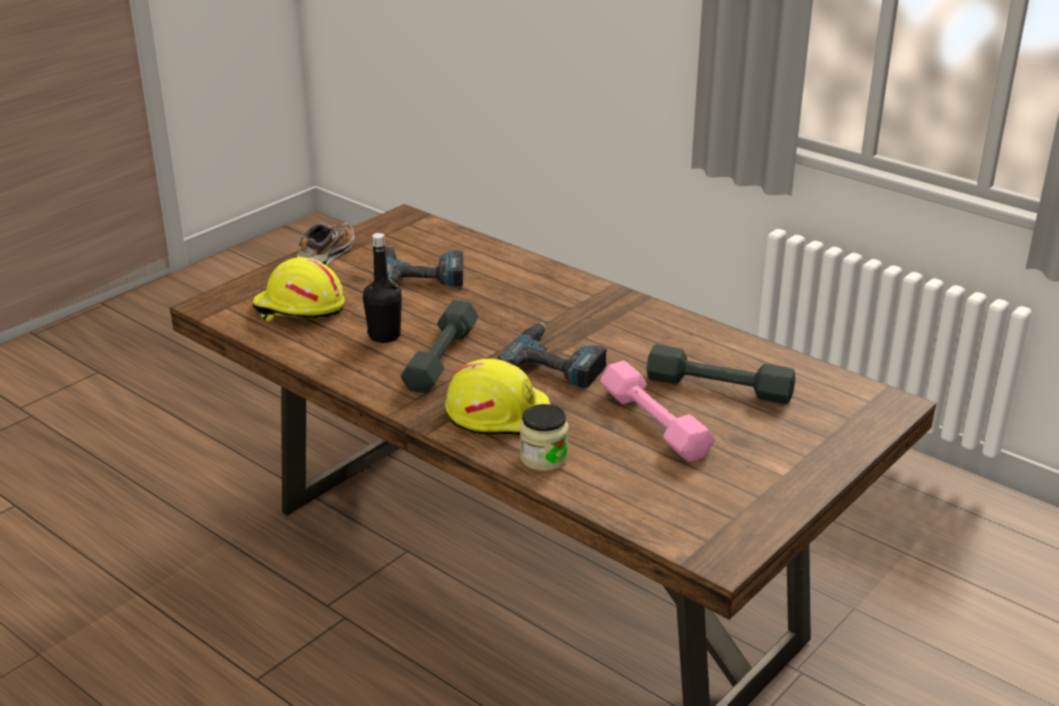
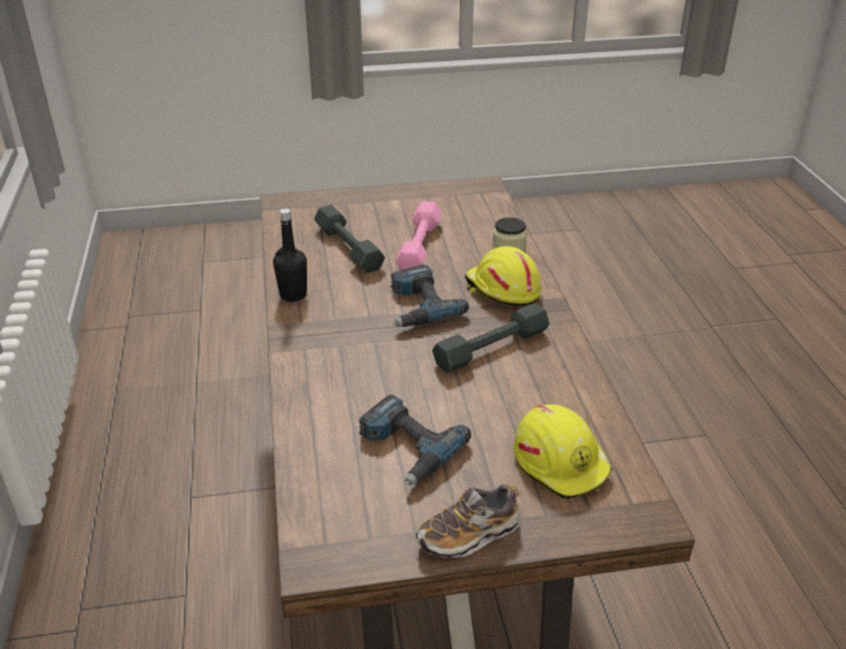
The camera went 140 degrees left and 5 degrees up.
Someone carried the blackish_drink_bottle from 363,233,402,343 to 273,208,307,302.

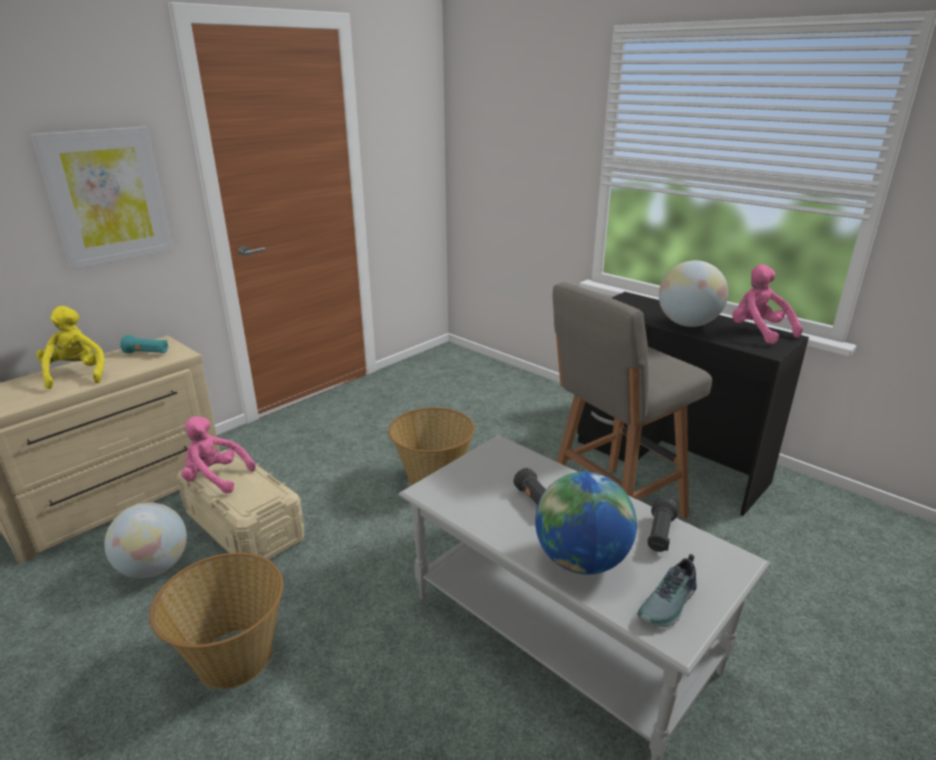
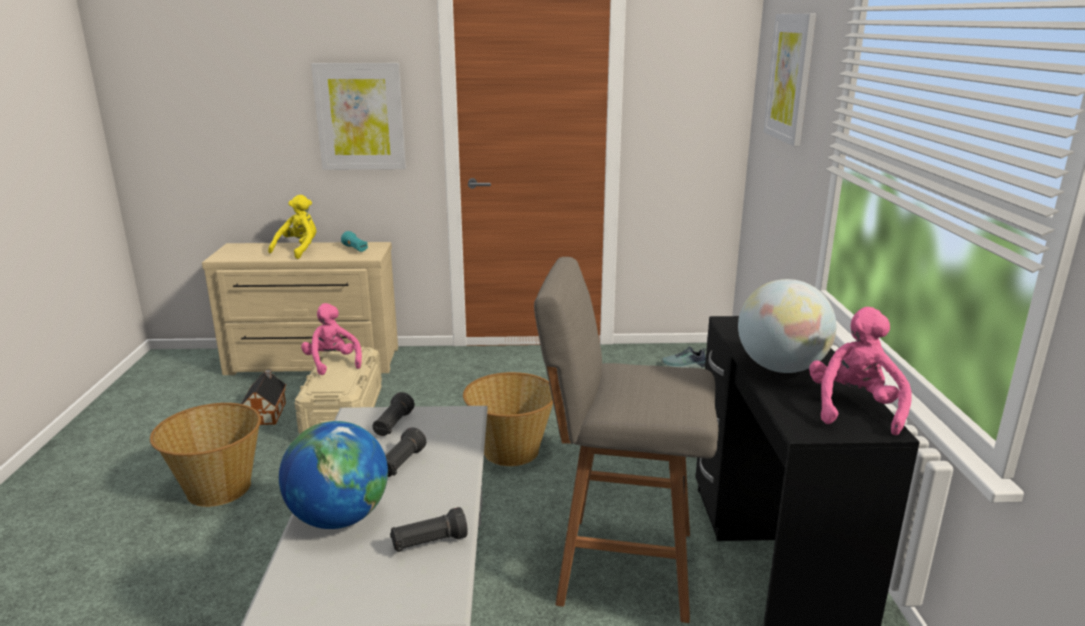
The camera went 45 degrees right and 5 degrees down.
Someone swapped the world_globe at 104,503,187,578 for the model_house at 241,370,286,425.
Someone carried the item_of_footwear from 637,554,697,627 to 662,346,706,368.
Someone put down the blackish_hand_torch at 373,392,414,436.
Someone put up the picture at 764,14,816,146.

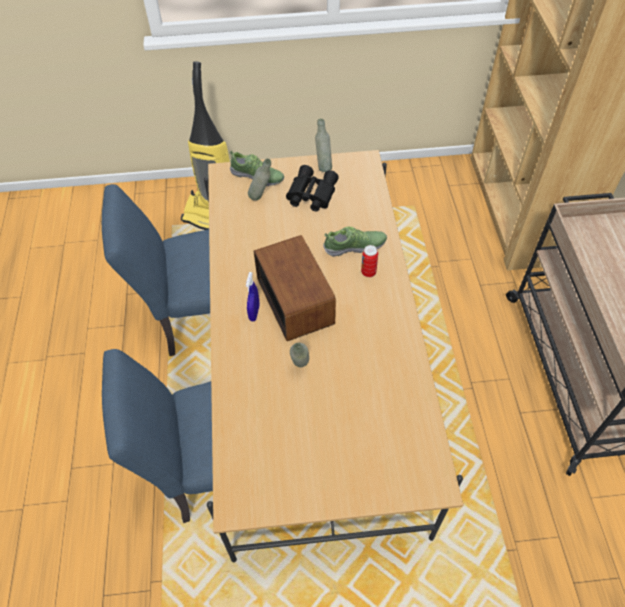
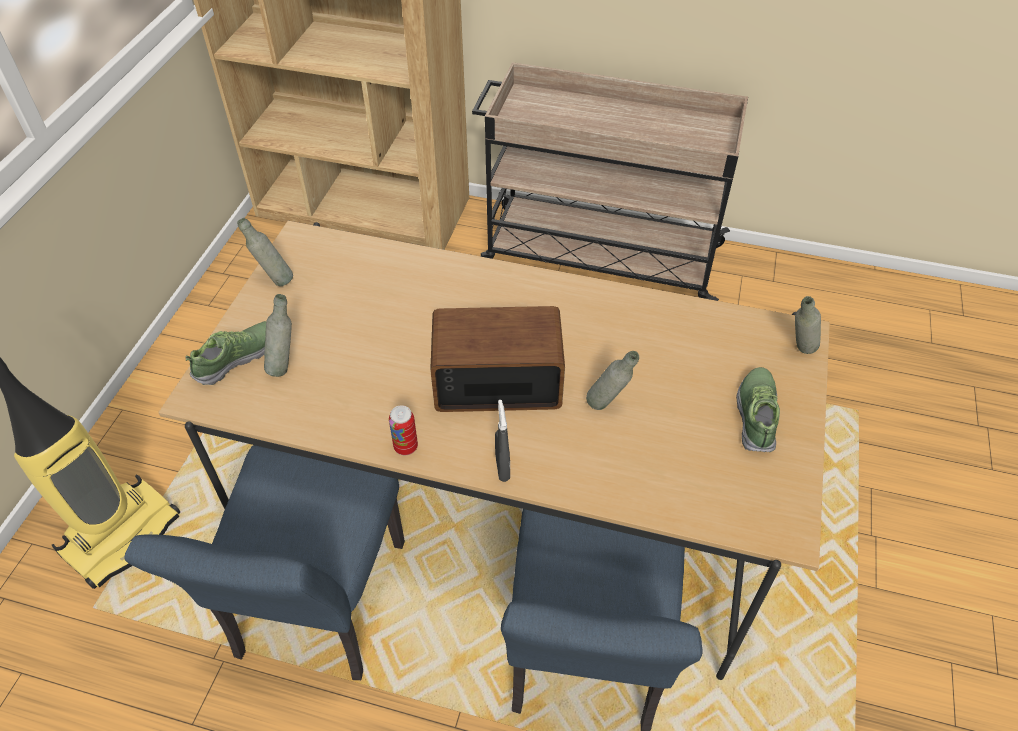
The camera went 70 degrees left and 5 degrees down.
Someone took away the blue_hand_sprayer at 246,272,260,321.
Someone took away the blackish_field_glasses at 286,165,339,211.
Someone carried the item_of_footwear from 323,227,387,257 to 736,367,780,452.
Someone carried the metal_can from 361,245,378,277 to 389,405,418,455.
Someone put down the greyish_hand_sprayer at 495,400,510,482.
Someone put down the greyish_drink_bottle at 795,296,821,354.

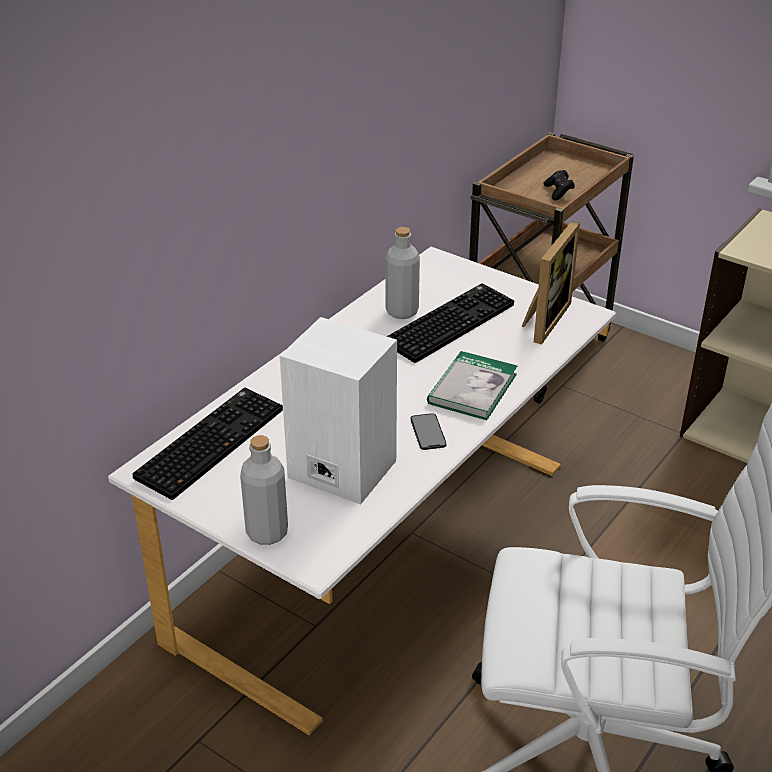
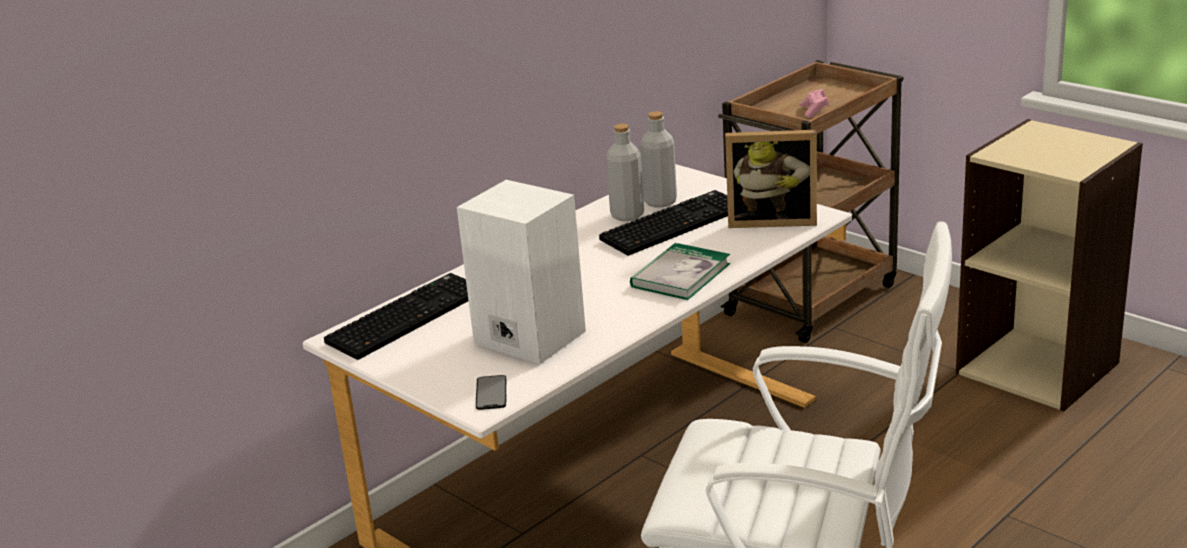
The camera went 10 degrees right and 10 degrees down.
Someone carried the greyish_drink_bottle from 240,435,288,545 to 640,111,677,207.
Someone carried the handset from 411,413,446,450 to 476,375,506,410.
Someone rotated the photo_frame at 522,221,580,344 by 60 degrees clockwise.
Someone repainted the blackish_joypad at 544,170,575,200, which became the pinkish_joypad at 800,89,830,118.

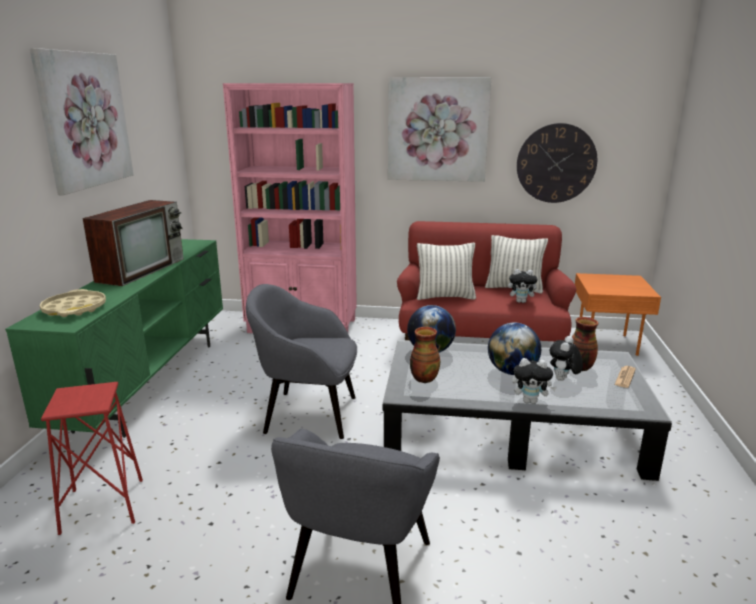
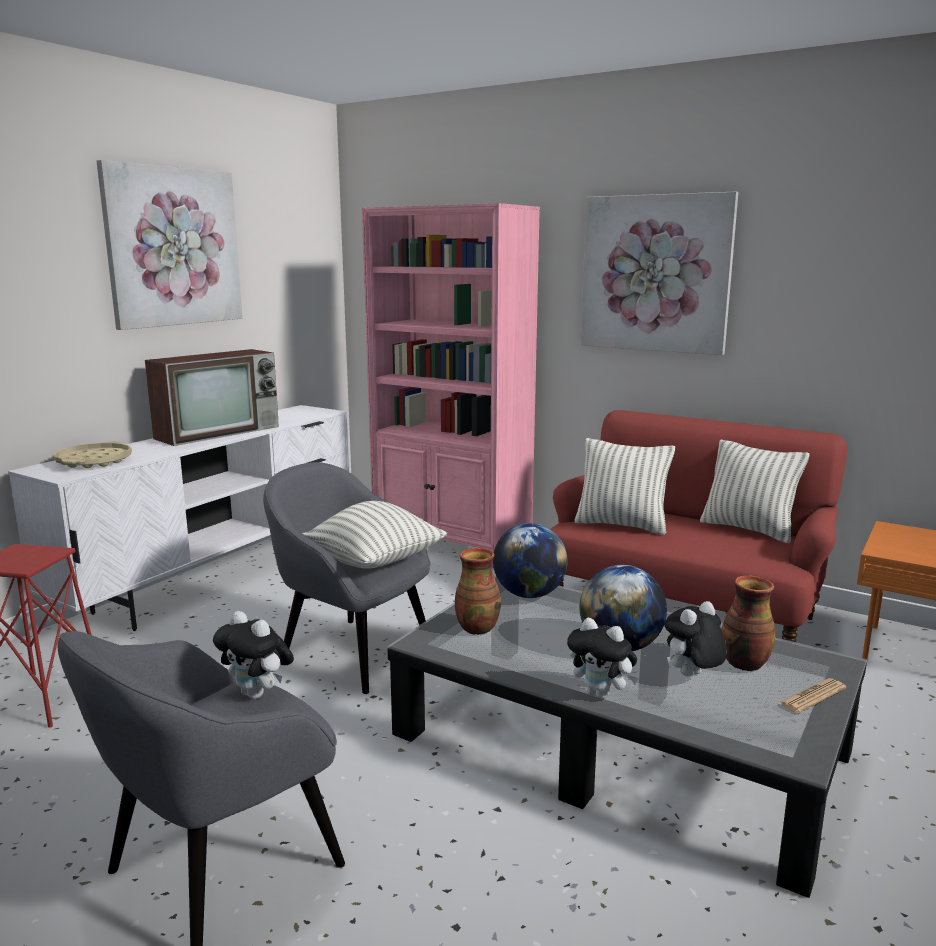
The camera went 25 degrees right and 5 degrees down.
Someone repainted the green_tv_stand at 5,239,223,438, which became the white_tv_stand at 8,405,349,631.
Someone carried the plush_toy from 508,269,540,303 to 213,611,294,699.
Someone took away the hanging_clock at 517,123,597,203.
Someone put down the pillow at 302,501,447,569.

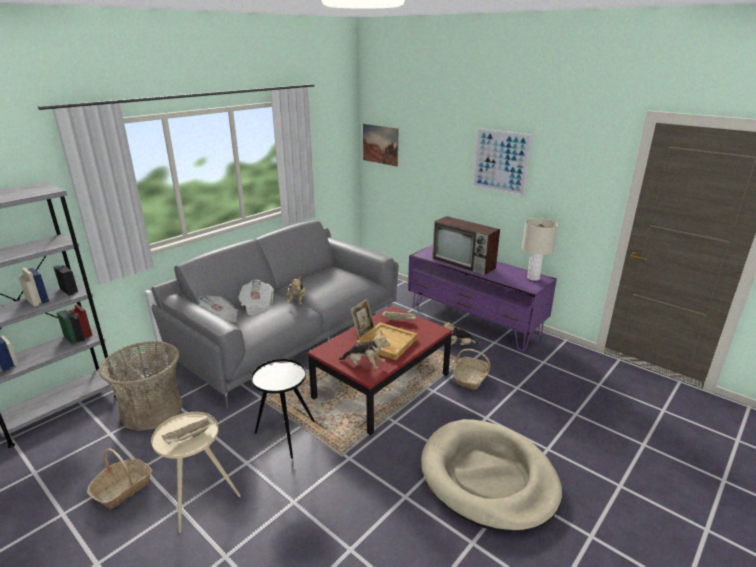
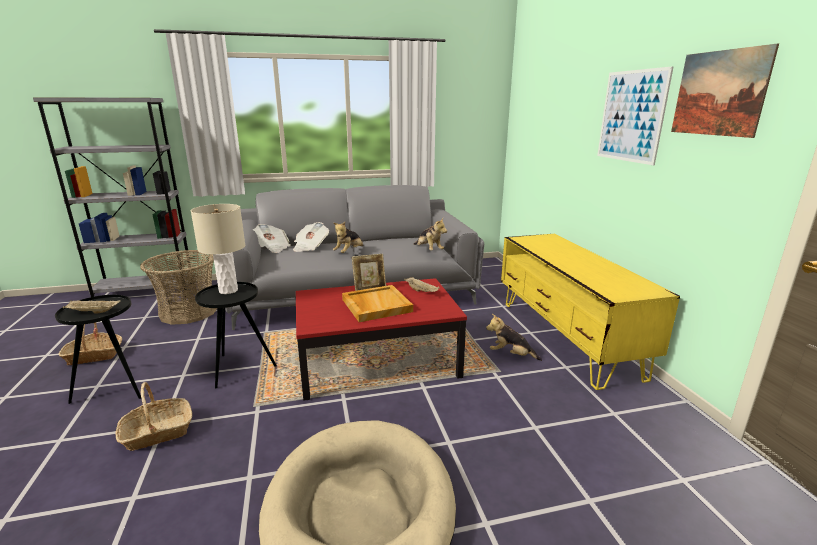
The camera went 35 degrees right and 5 degrees down.
Someone repainted the beige_accent_table at 151,412,241,533, which became the blackish_accent_table at 55,295,141,404.
Someone carried the plush_toy from 338,330,390,369 to 414,219,447,250.
Someone carried the picture from 363,124,399,167 to 671,44,779,138.
Someone repainted the purple_tv_stand at 408,245,557,351, which became the yellow-coloured_tv_stand at 501,234,680,390.
Someone took away the TV_set at 432,216,500,275.
Someone carried the basket from 453,349,490,389 to 115,382,192,451.
Someone carried the beige_tabletop_lamp from 522,218,558,281 to 191,204,245,294.

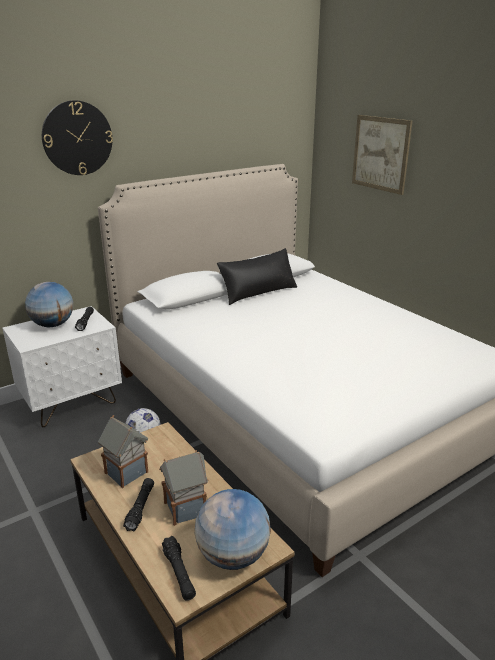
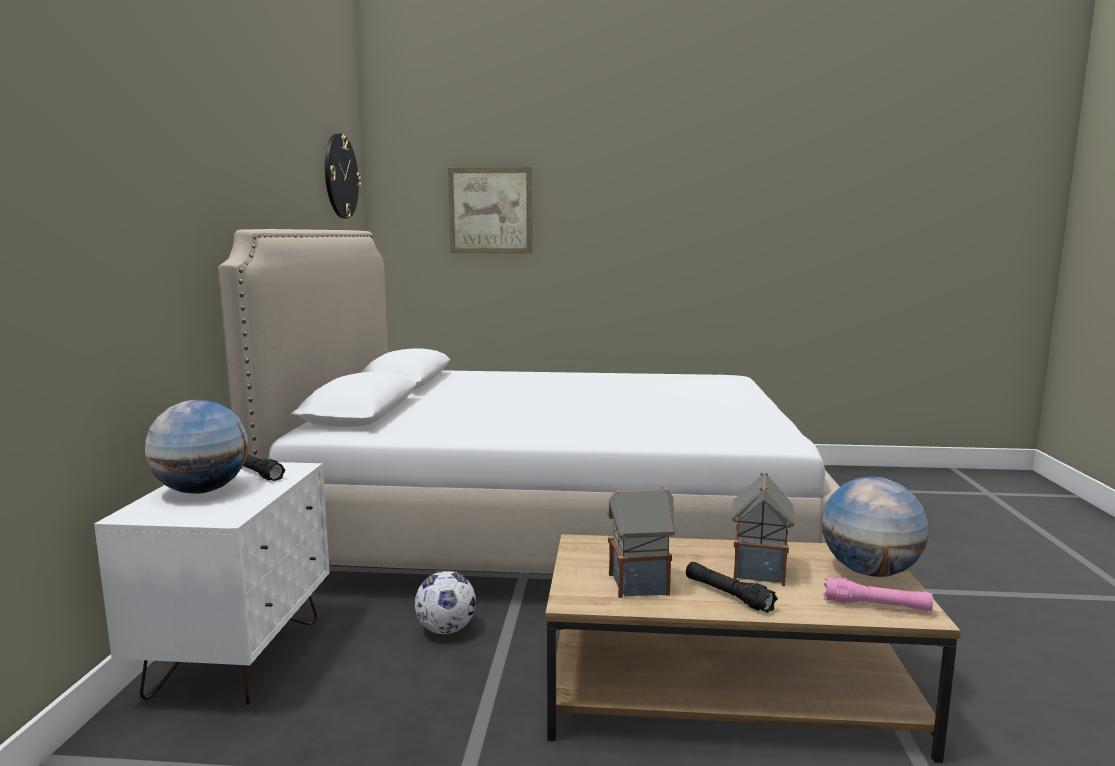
The camera went 50 degrees left and 15 degrees down.
Someone carried the hanging_clock from 42,100,113,175 to 325,133,361,219.
Someone repainted the blackish_hand_torch at 162,536,196,601, which became the pinkish_hand_torch at 824,578,933,612.
Someone took away the blackish_pillow at 217,248,297,305.

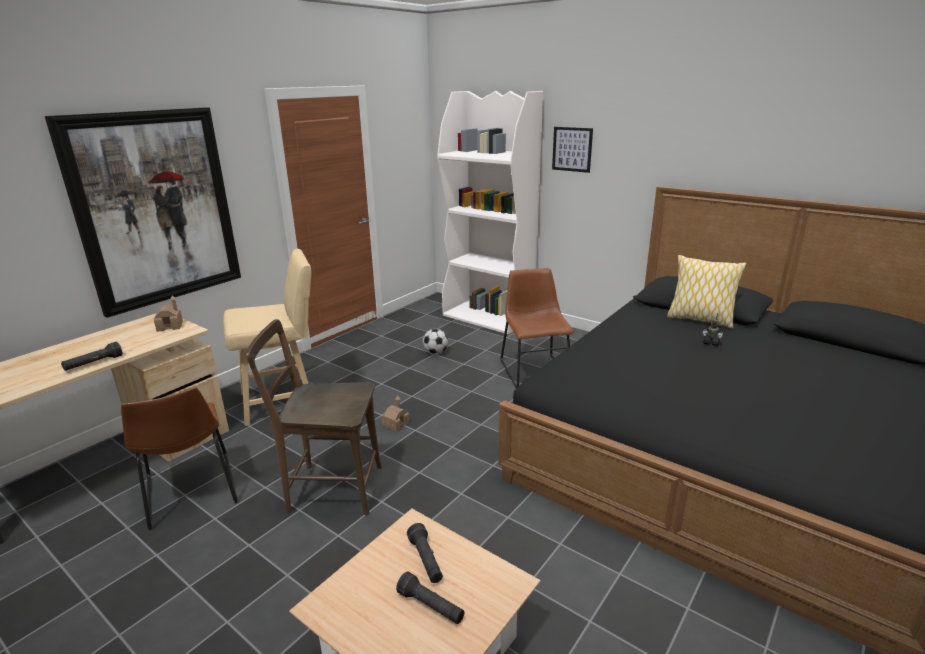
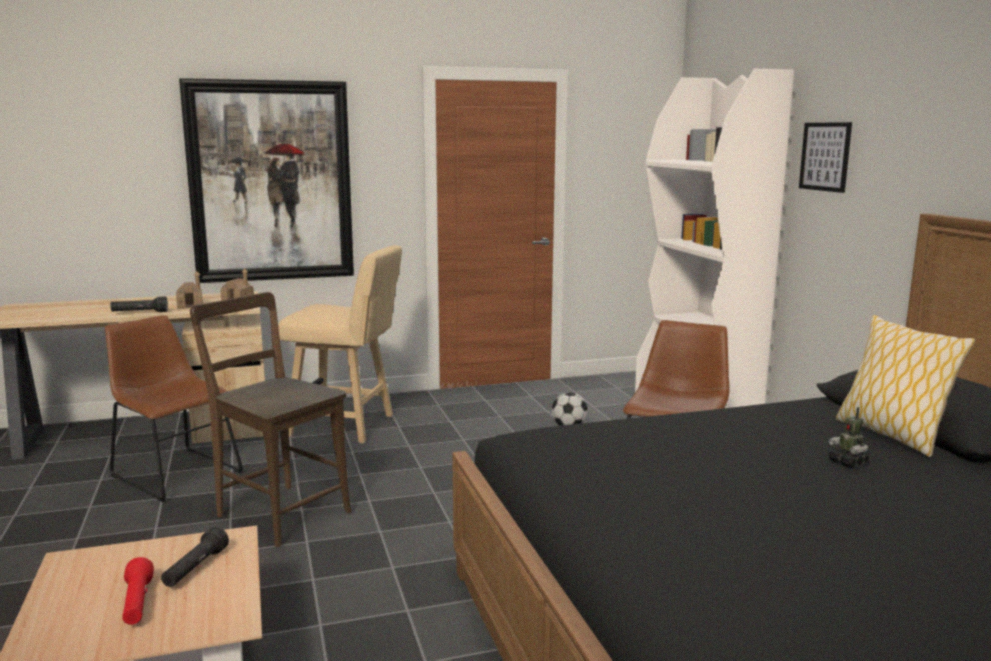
The camera went 35 degrees right and 10 degrees down.
Someone rotated the brownish_chair at 121,387,238,530 by 120 degrees clockwise.
Someone carried the model_house from 382,396,409,432 to 176,271,203,309.
Someone repainted the blackish_hand_torch at 396,572,464,624, which became the red-coloured_hand_torch at 122,557,154,625.

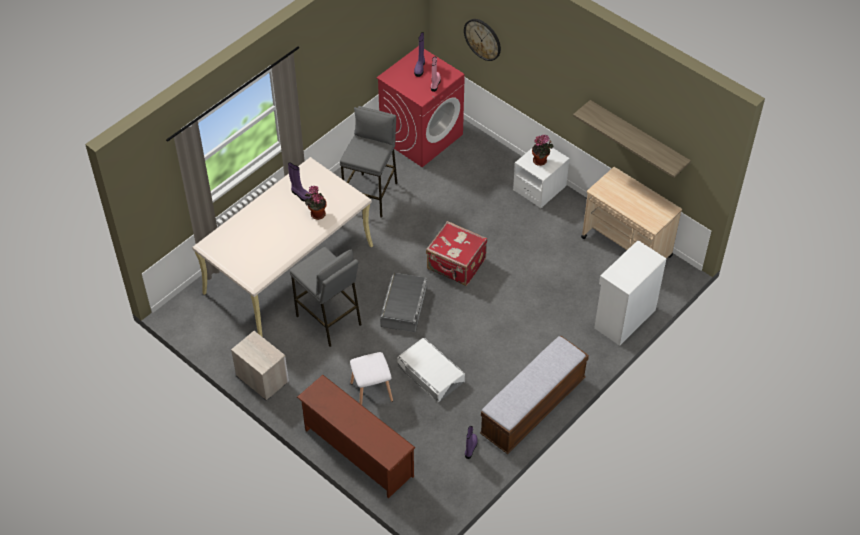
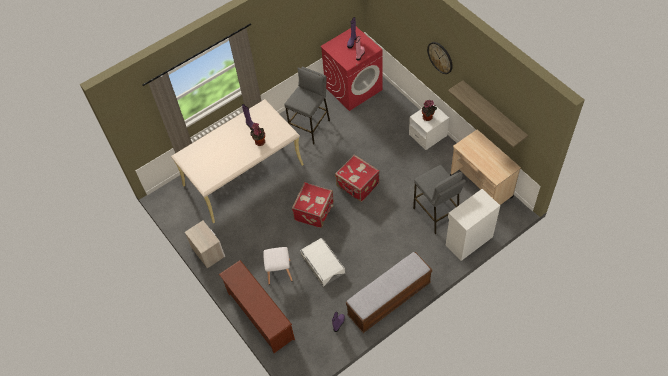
The camera went 15 degrees right and 5 degrees up.
Someone carried the greyish_sitting_stool from 290,247,362,347 to 413,165,466,234.
Someone swapped the greyish_storage_box at 380,273,427,332 for the red-coloured_travel_case at 292,182,334,228.
Someone carried the hanging_clock from 464,19,501,61 to 427,42,453,74.

